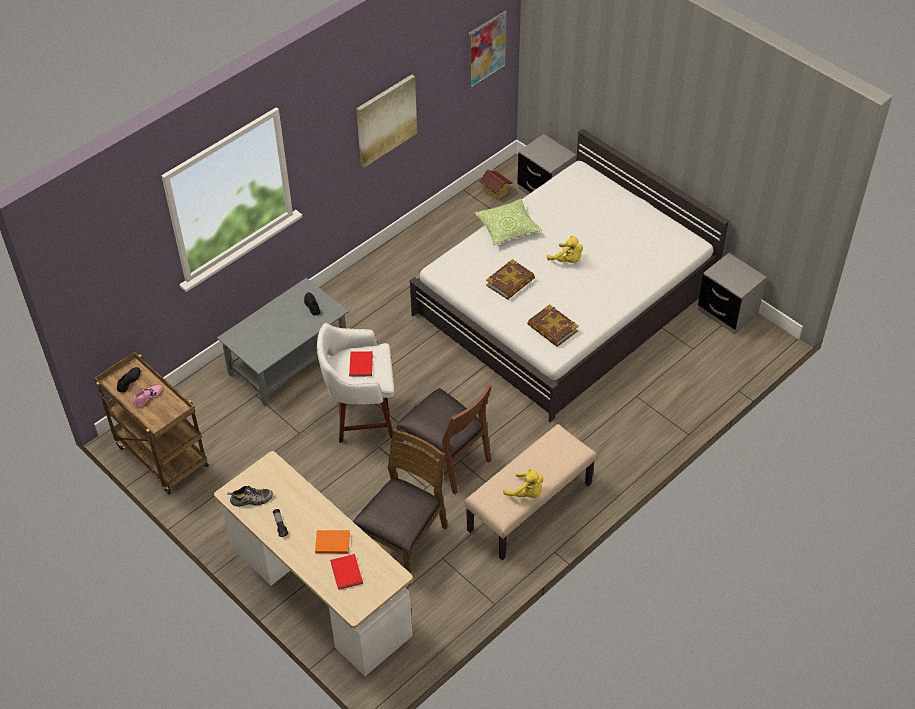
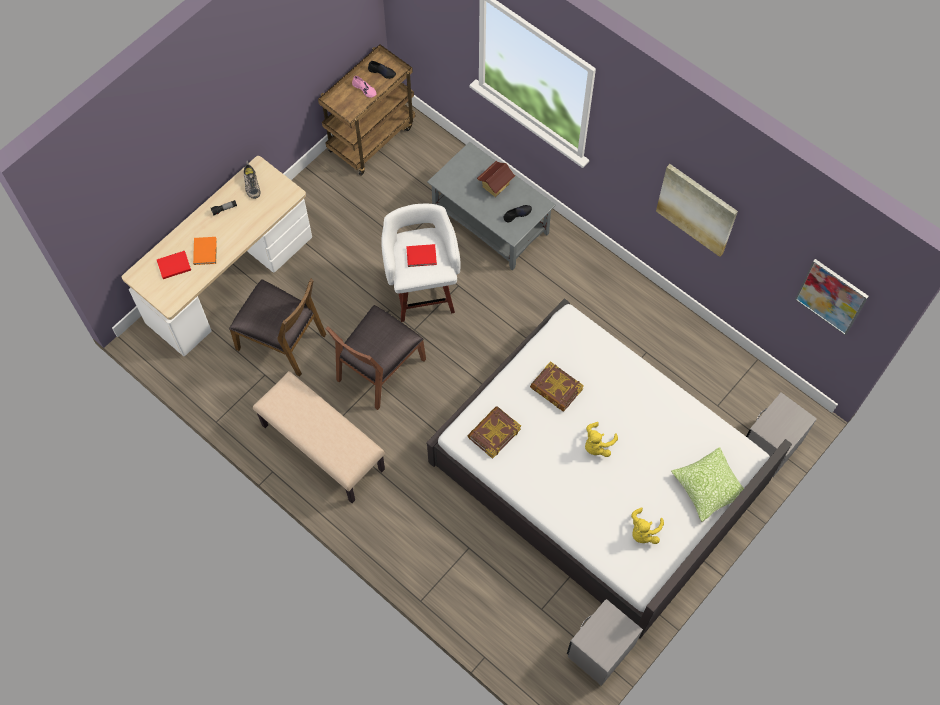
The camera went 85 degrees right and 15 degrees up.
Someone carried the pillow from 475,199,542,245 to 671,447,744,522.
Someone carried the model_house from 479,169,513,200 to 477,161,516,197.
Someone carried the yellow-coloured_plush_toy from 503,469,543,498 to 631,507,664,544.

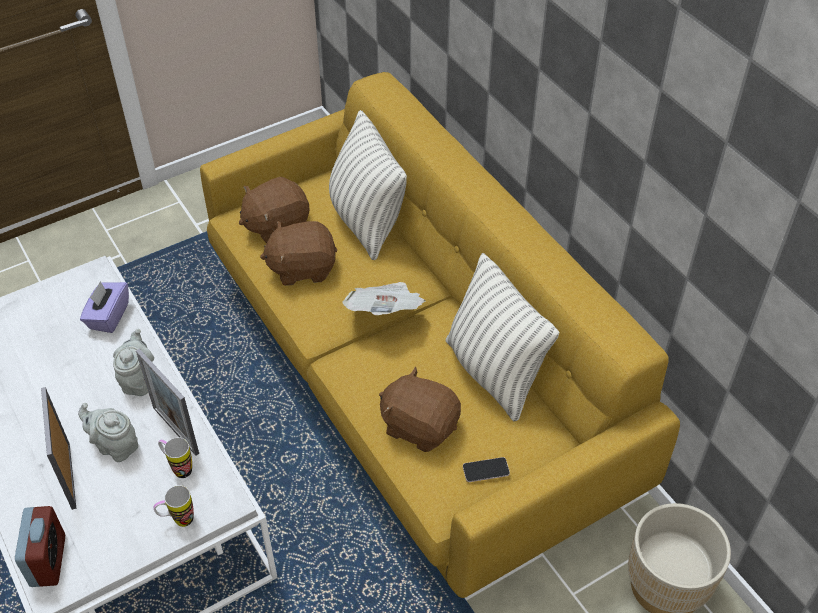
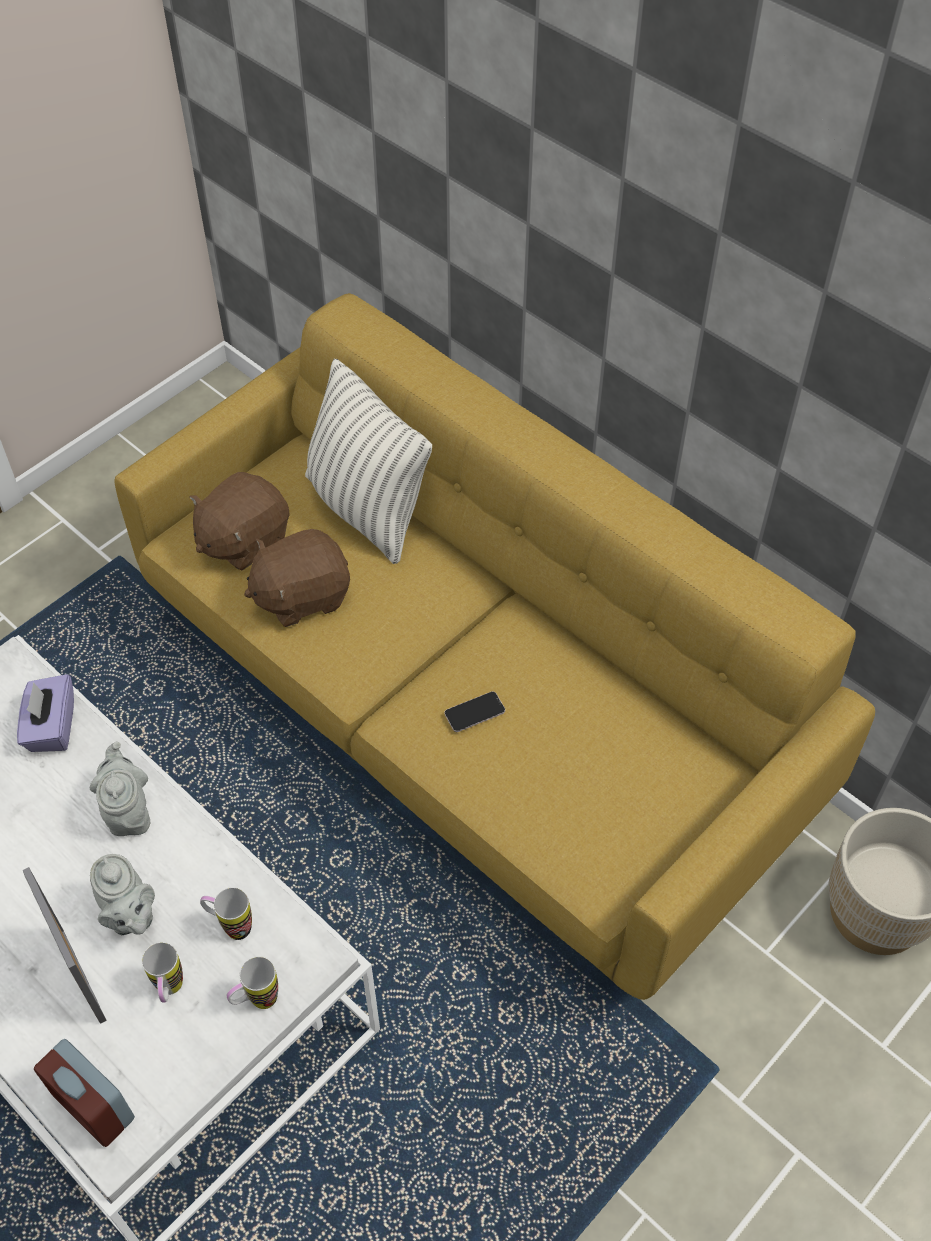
The camera went 15 degrees left and 5 degrees up.
Someone rotated the bedside_clock at 15,506,65,587 by 150 degrees clockwise.
Someone rotated the greyish_tea_pot at 78,403,138,462 by 135 degrees counterclockwise.
Someone took away the photo_frame at 136,349,199,456.
Someone took away the daily_paper at 343,282,426,315.
Someone took away the brownish_plush_toy at 379,366,461,452.
Someone took away the pillow at 446,253,560,421.
Someone carried the handset from 463,457,510,482 to 444,691,505,732.
Someone put down the mug at 142,942,183,1002.

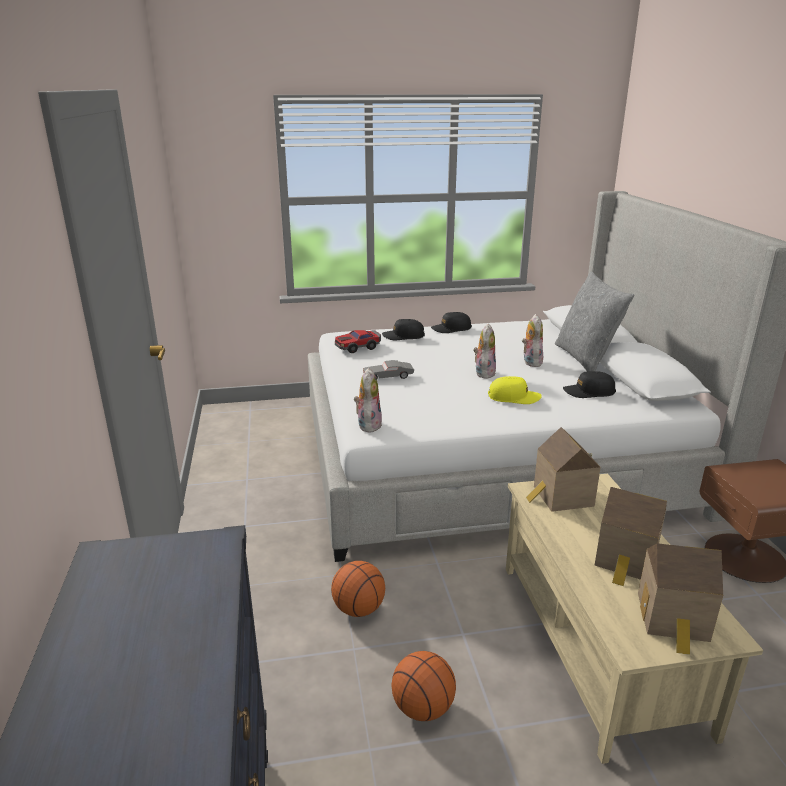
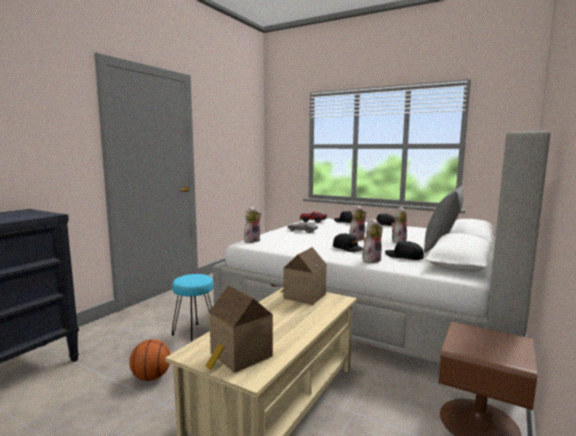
The camera went 40 degrees right and 15 degrees down.
Someone swapped the basketball at 331,561,385,617 for the blue-green_sitting_stool at 171,274,214,342.
Someone repainted the yellow-coloured_cap at 488,376,542,404, which became the blackish_cap at 333,233,363,252.
Someone took away the model_house at 594,487,667,586.
Someone put down the plush_toy at 363,219,383,263.

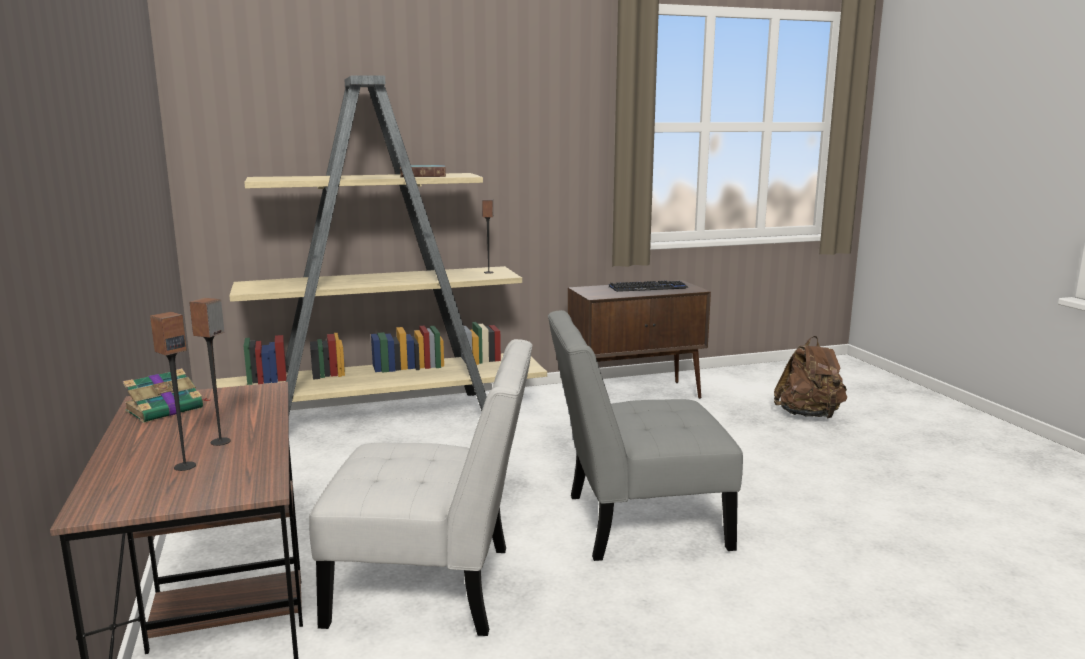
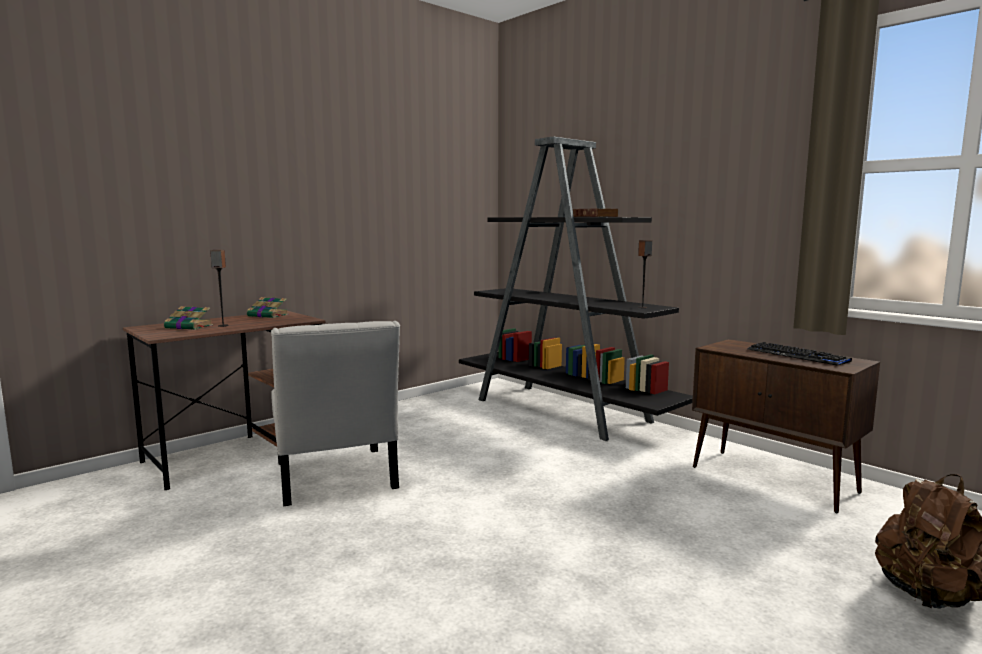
The camera went 65 degrees right and 5 degrees down.
Someone swapped the speaker at 150,312,196,471 for the bound_book at 164,306,213,330.
Someone repainted the beige_bookshelf at 216,75,547,413, which became the blackish_bookshelf at 459,136,693,441.
Someone took away the greyish_chair at 548,310,743,561.

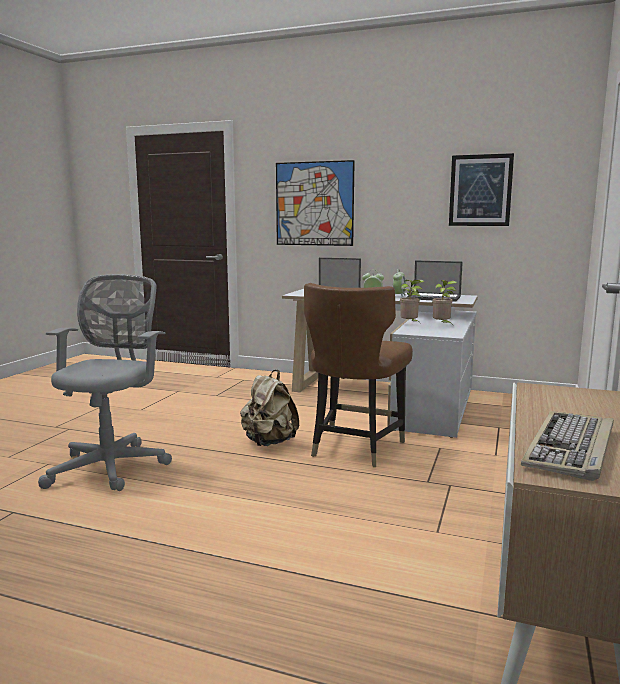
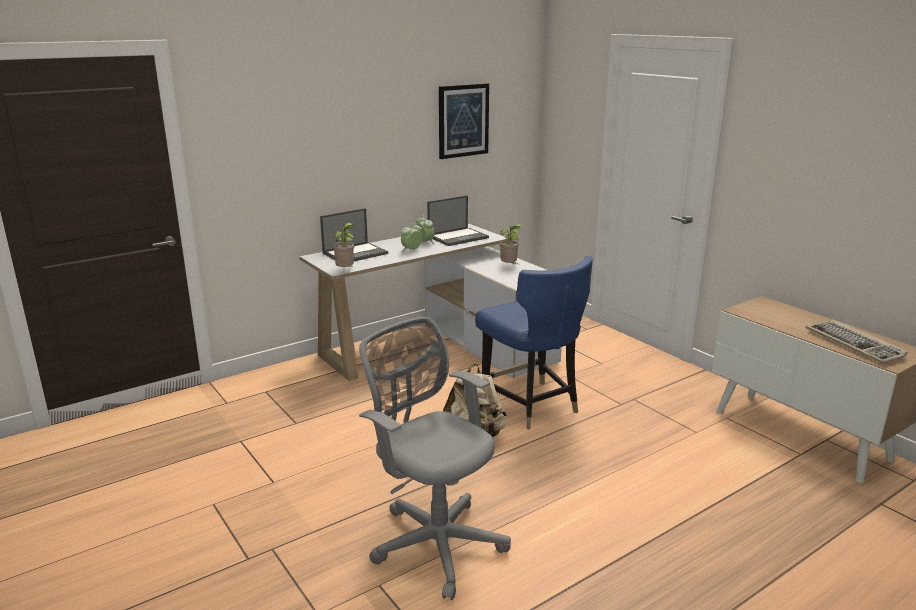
The camera went 55 degrees left and 10 degrees up.
Someone took away the picture at 276,160,355,246.
Someone repainted the brownish_chair at 304,283,413,467, which became the blue_chair at 475,256,593,430.
Someone carried the potted_plant from 400,280,424,322 to 332,223,355,267.

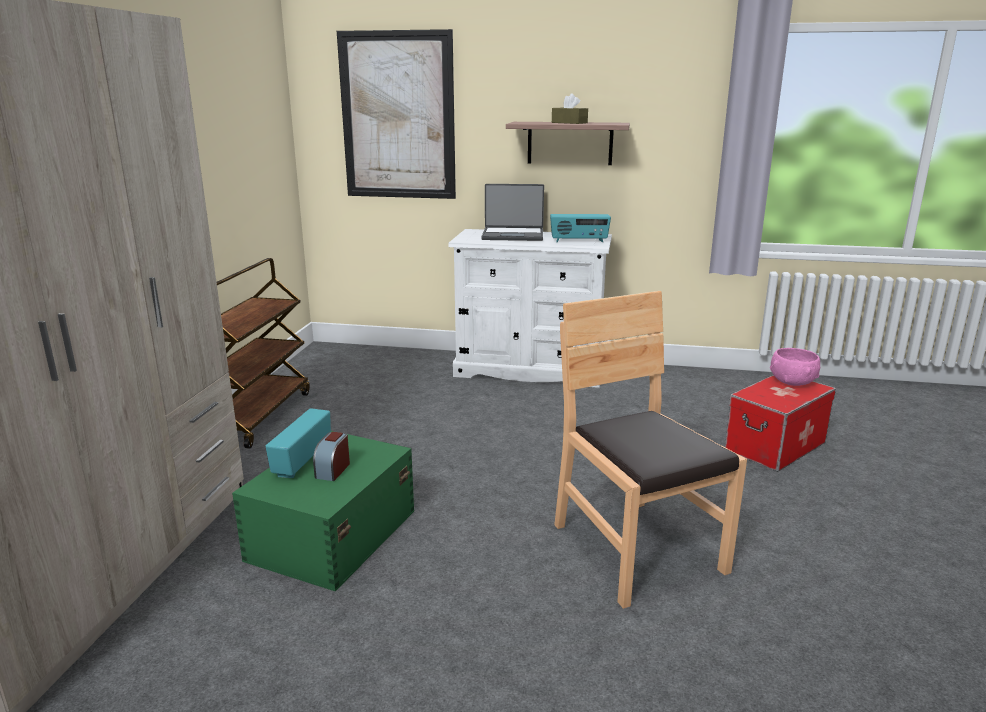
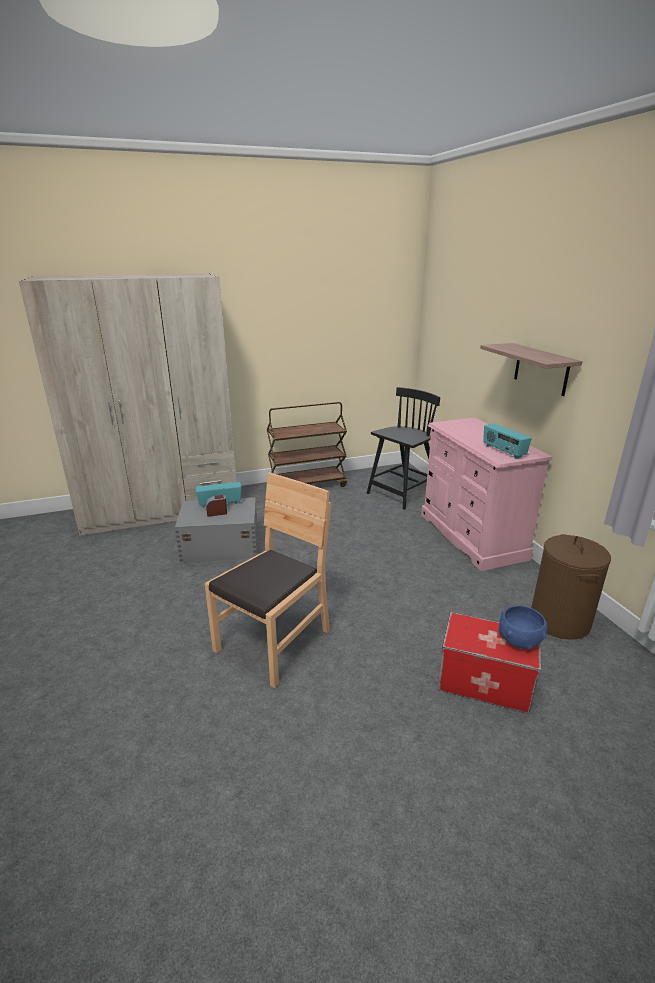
The camera went 60 degrees right and 5 degrees up.
Someone repainted the green_storage_box at 232,431,414,591, which became the greyish_storage_box at 175,497,258,563.
Someone took away the picture at 337,29,456,199.
Someone repainted the white_chest_of_drawers at 448,229,612,388, which became the pinkish_chest_of_drawers at 421,418,552,571.
Someone took away the laptop at 481,184,544,241.
Someone took away the brownish_box_of_tissues at 552,93,588,124.
Someone repainted the pinkish_deep_dish at 770,348,820,386, which became the blue_deep_dish at 498,605,547,649.
Someone put down the blackish_chair at 367,387,440,510.
Someone put down the brownish_hamper at 531,534,611,640.

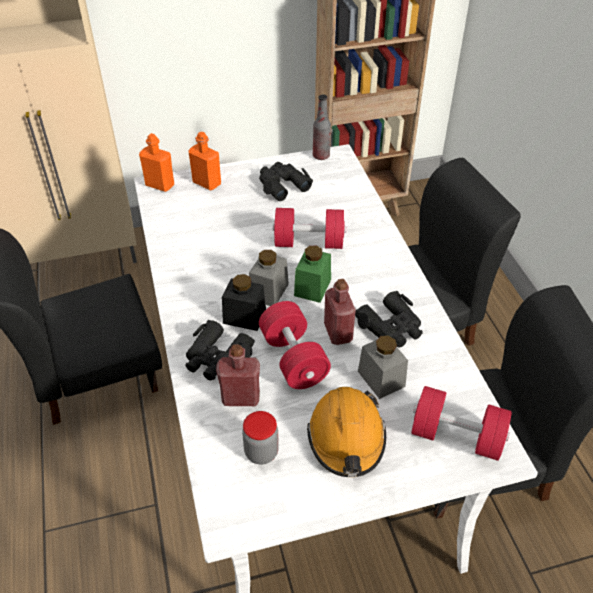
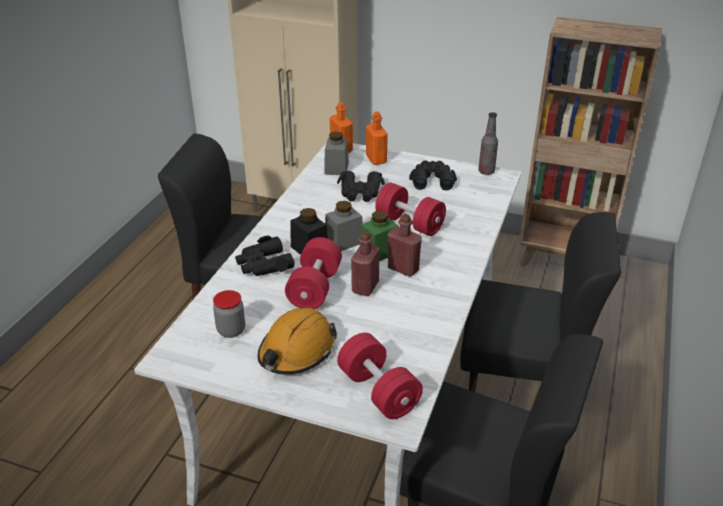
The camera went 35 degrees right and 10 degrees down.
Someone carried the red-coloured_drink_bottle from 216,344,260,406 to 388,214,422,277.
Someone carried the blackish_field_glasses from 355,291,423,348 to 337,171,385,202.
Someone carried the greyish_storage_jar from 358,335,408,399 to 324,131,349,175.

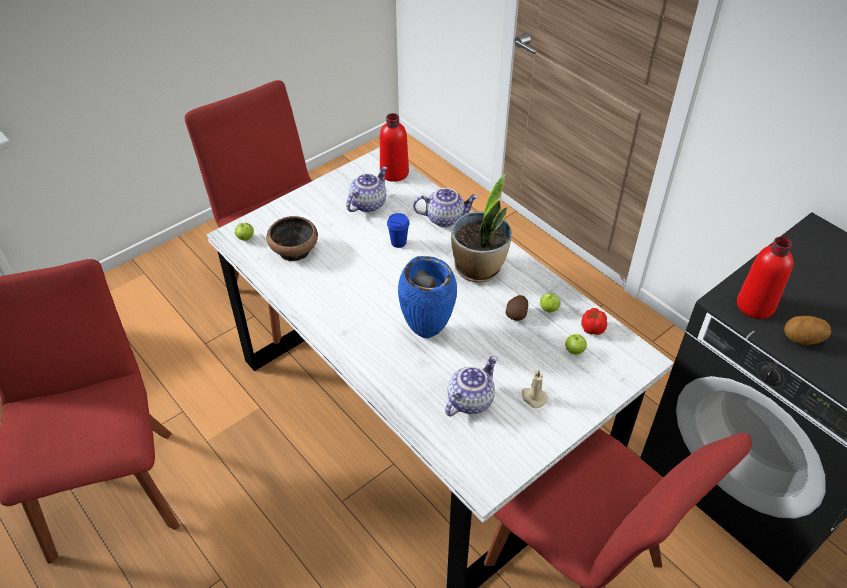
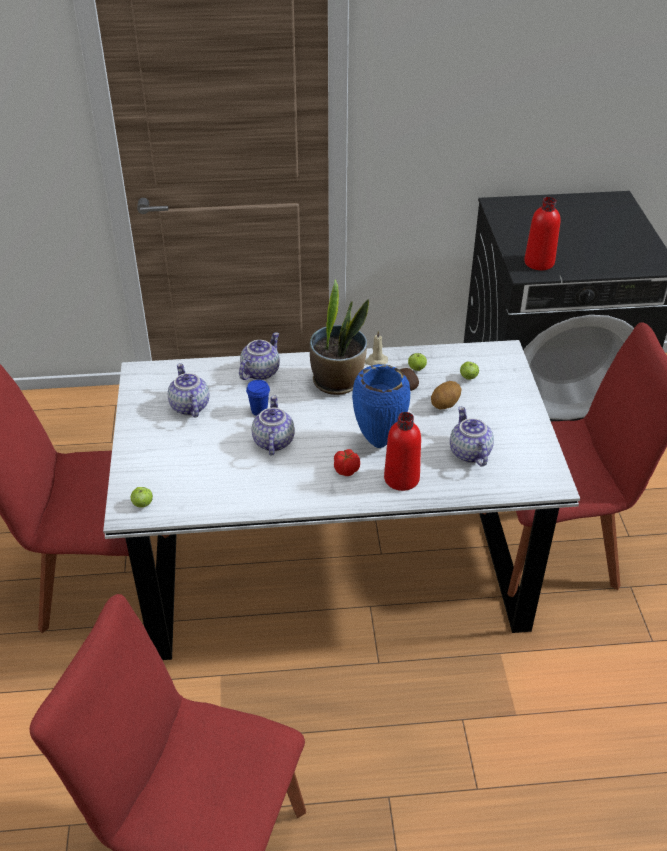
The camera went 55 degrees left and 5 degrees down.
Someone took away the deep_dish at 267,216,318,261.
Someone carried the red-coloured_drink_bottle from 380,113,409,182 to 384,412,421,491.
Someone carried the beige_candle from 522,371,548,408 to 365,331,388,366.
Someone carried the fresh_tomato from 581,308,607,335 to 334,449,360,476.
Someone carried the potato from 784,316,831,345 to 431,381,462,409.
Someone put down the tea_pot at 252,395,295,456.

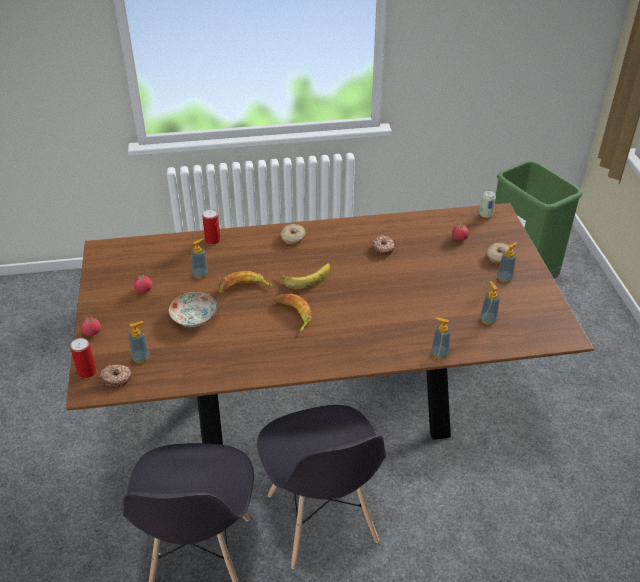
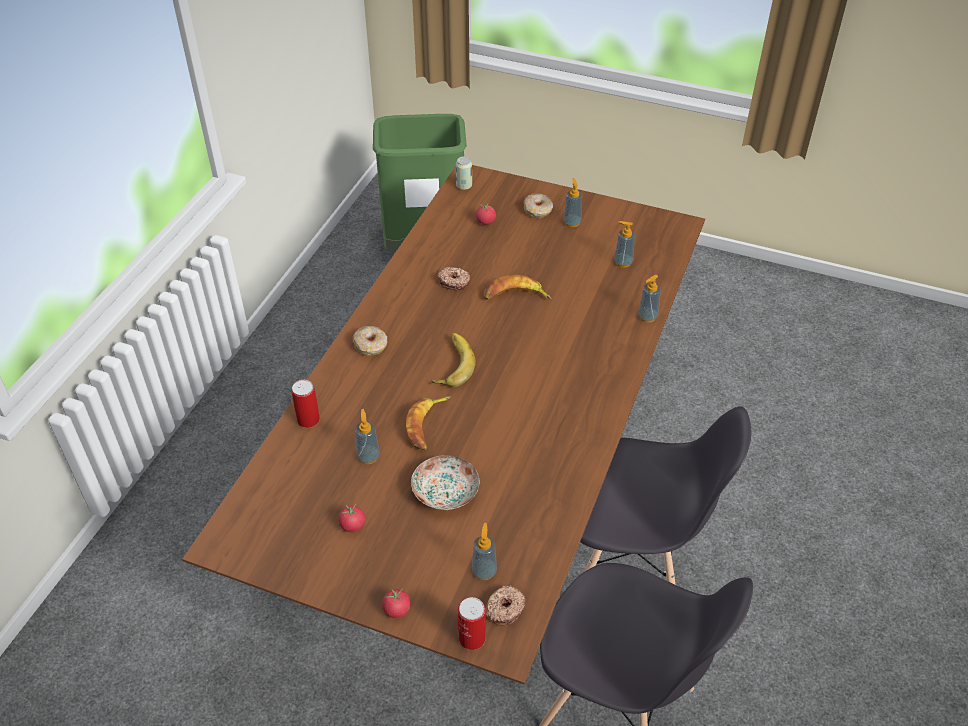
The camera went 60 degrees left and 5 degrees up.
Someone carried the banana_fruit from 275,293,311,332 to 484,275,551,300.

